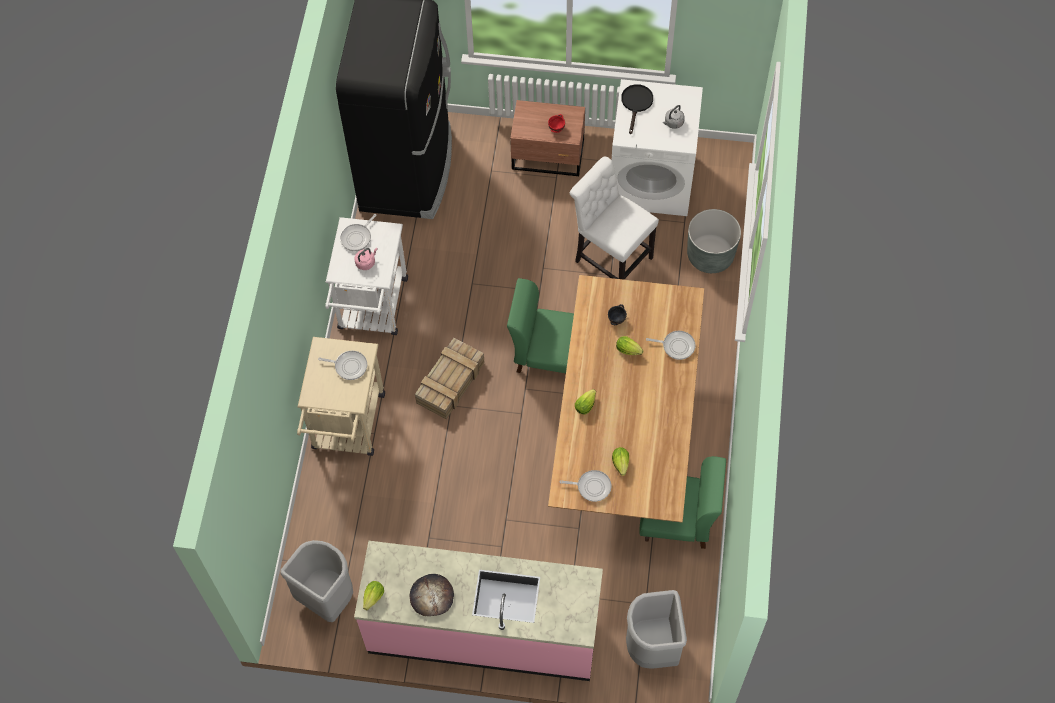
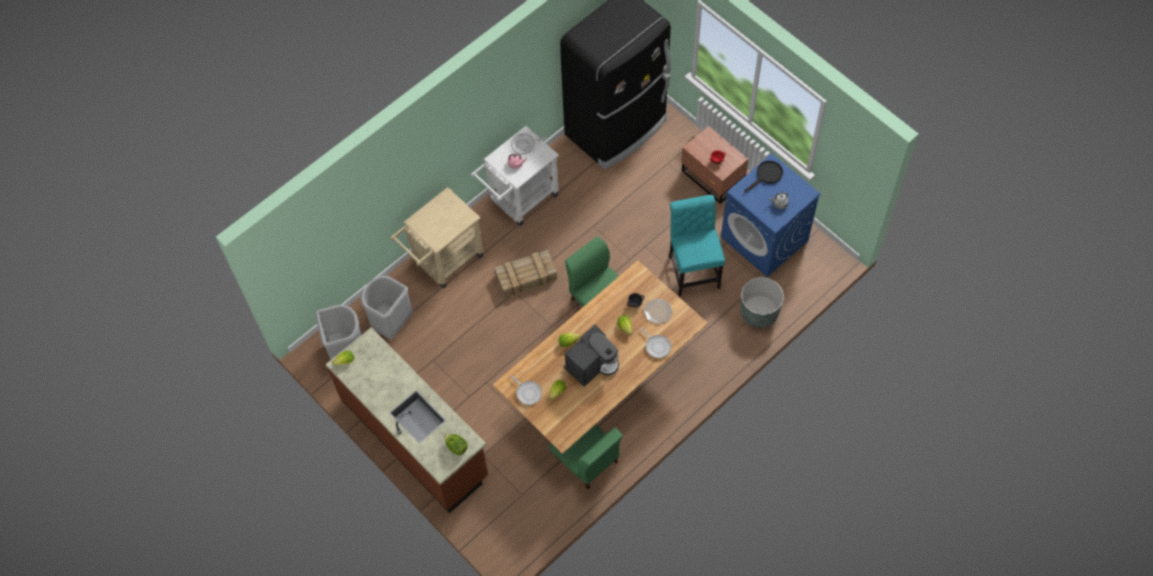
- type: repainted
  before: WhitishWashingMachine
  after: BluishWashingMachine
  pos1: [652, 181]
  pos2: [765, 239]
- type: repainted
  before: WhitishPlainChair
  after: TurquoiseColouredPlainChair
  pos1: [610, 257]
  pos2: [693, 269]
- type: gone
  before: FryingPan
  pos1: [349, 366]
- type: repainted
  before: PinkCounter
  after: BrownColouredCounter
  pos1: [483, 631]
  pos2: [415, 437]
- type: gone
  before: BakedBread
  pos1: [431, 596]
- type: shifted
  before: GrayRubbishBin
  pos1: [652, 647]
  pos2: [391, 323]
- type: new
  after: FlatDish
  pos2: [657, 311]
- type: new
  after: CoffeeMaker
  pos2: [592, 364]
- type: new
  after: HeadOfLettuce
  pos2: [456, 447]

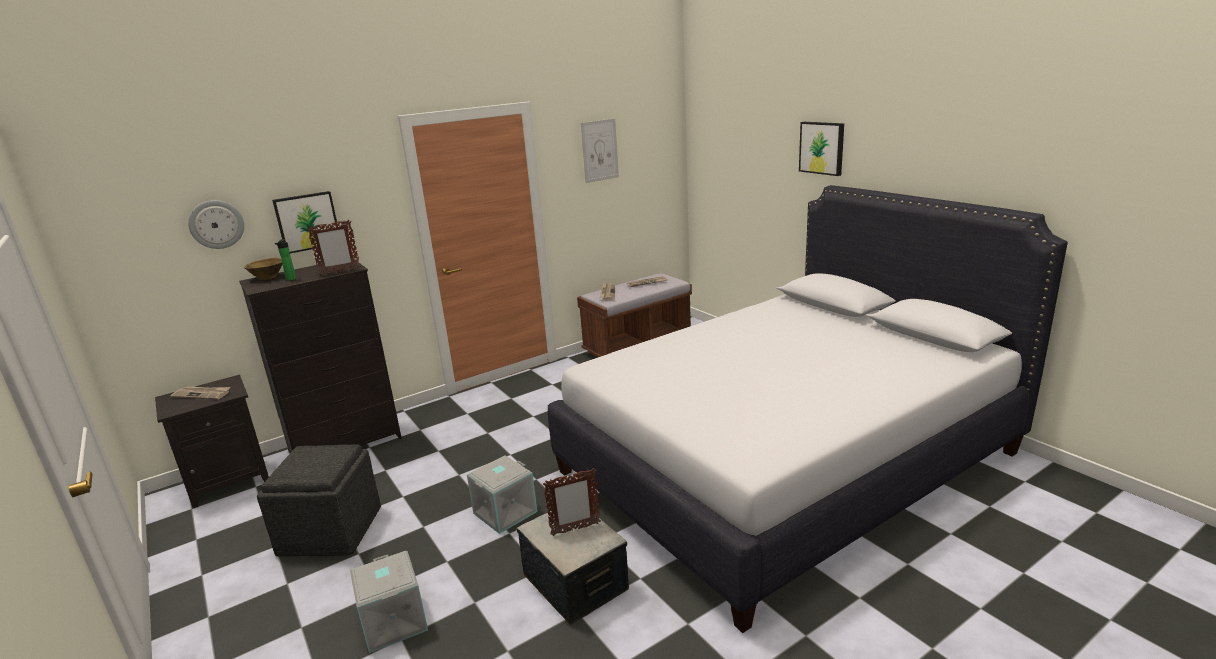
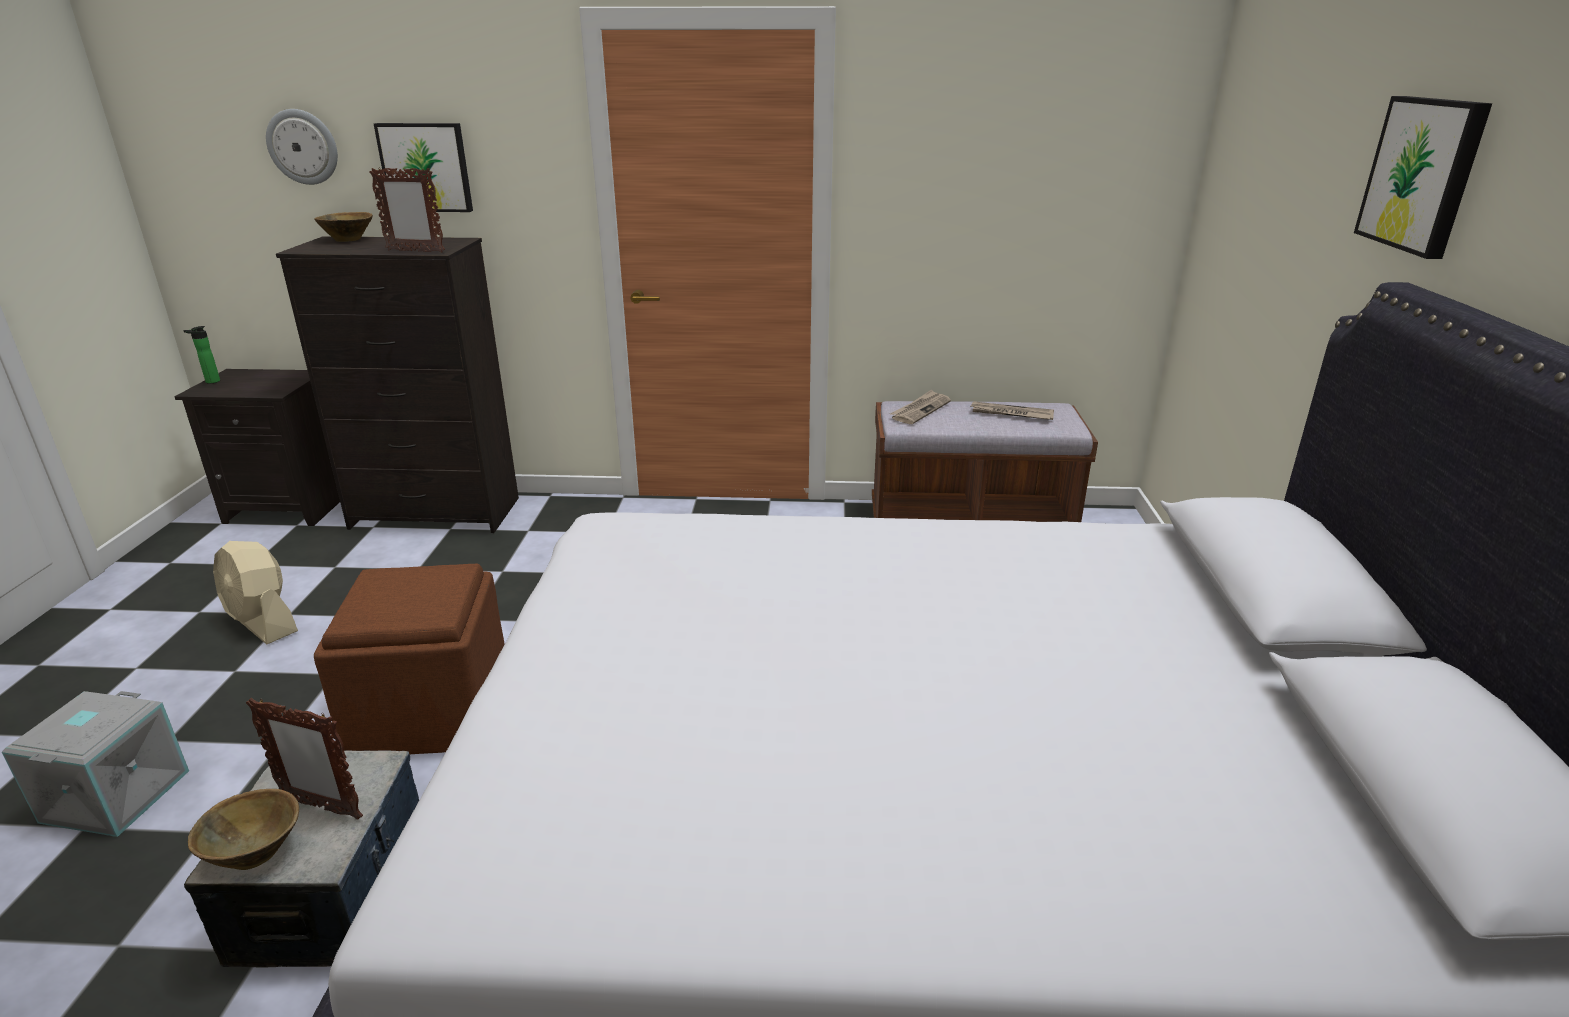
- type: gone
  before: WallArt
  pos1: [599, 150]
- type: shifted
  before: BeverageBottle
  pos1: [290, 279]
  pos2: [210, 382]
- type: gone
  before: PrintedPaper
  pos1: [202, 394]
- type: swapped
  before: GrayFootrest
  after: SandColouredFan
  pos1: [332, 530]
  pos2: [263, 622]
- type: swapped
  before: GrayStorageBin
  after: BrownColouredFootrest
  pos1: [505, 512]
  pos2: [433, 710]
- type: new
  after: BrownColouredDeepDish
  pos2: [256, 852]

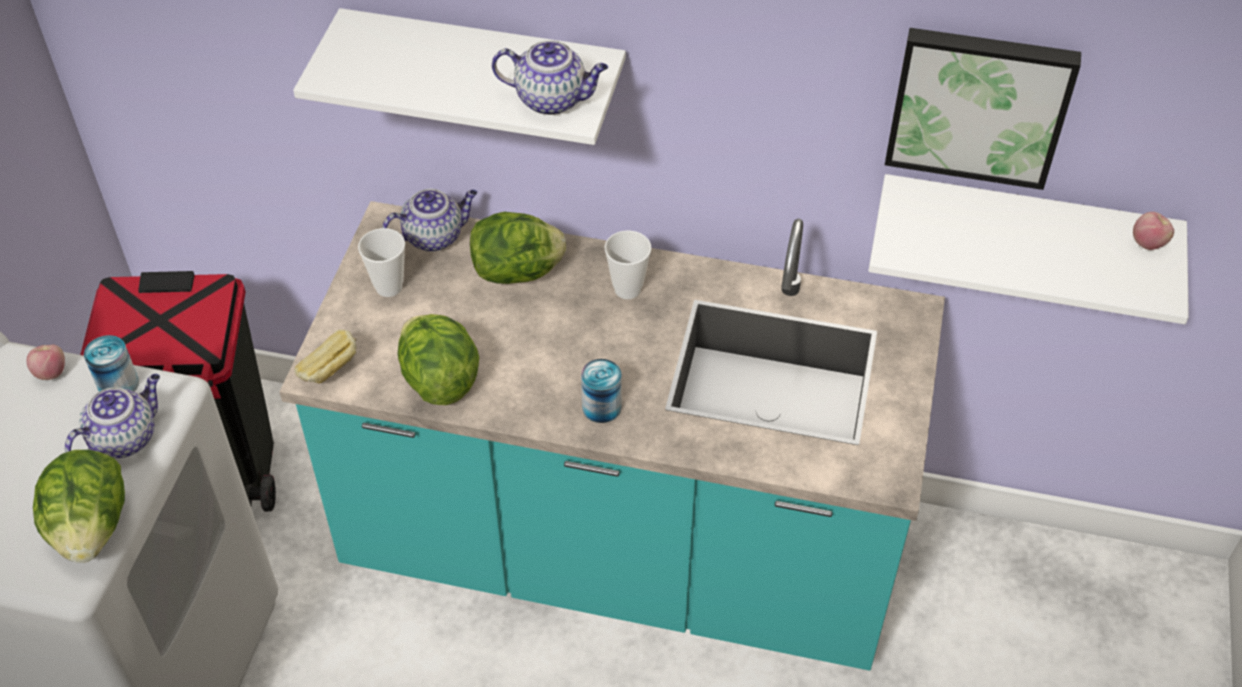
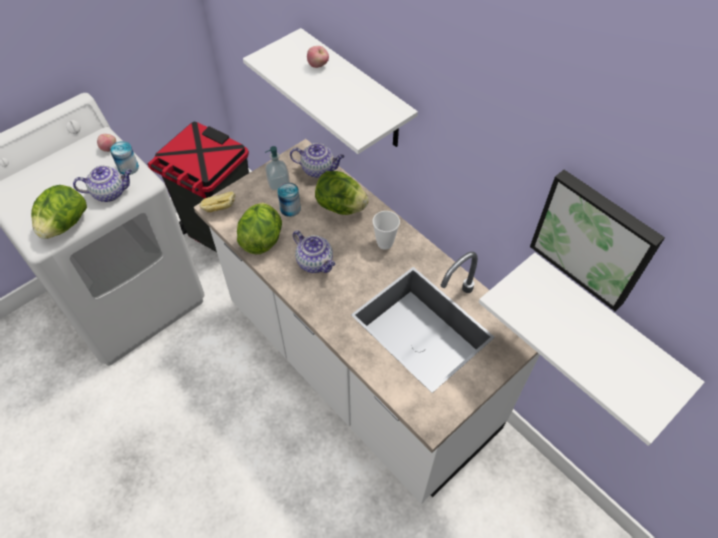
- type: shifted
  before: TeaPot
  pos1: [552, 99]
  pos2: [316, 263]
- type: repainted
  before: TurquoiseColouredCounter
  after: WhitishCounter
  pos1: [621, 550]
  pos2: [359, 368]
- type: shifted
  before: Apple
  pos1: [1148, 243]
  pos2: [318, 65]
- type: swapped
  before: Cup
  after: SoapDispenser
  pos1: [389, 287]
  pos2: [278, 183]
- type: shifted
  before: Can
  pos1: [601, 407]
  pos2: [290, 208]

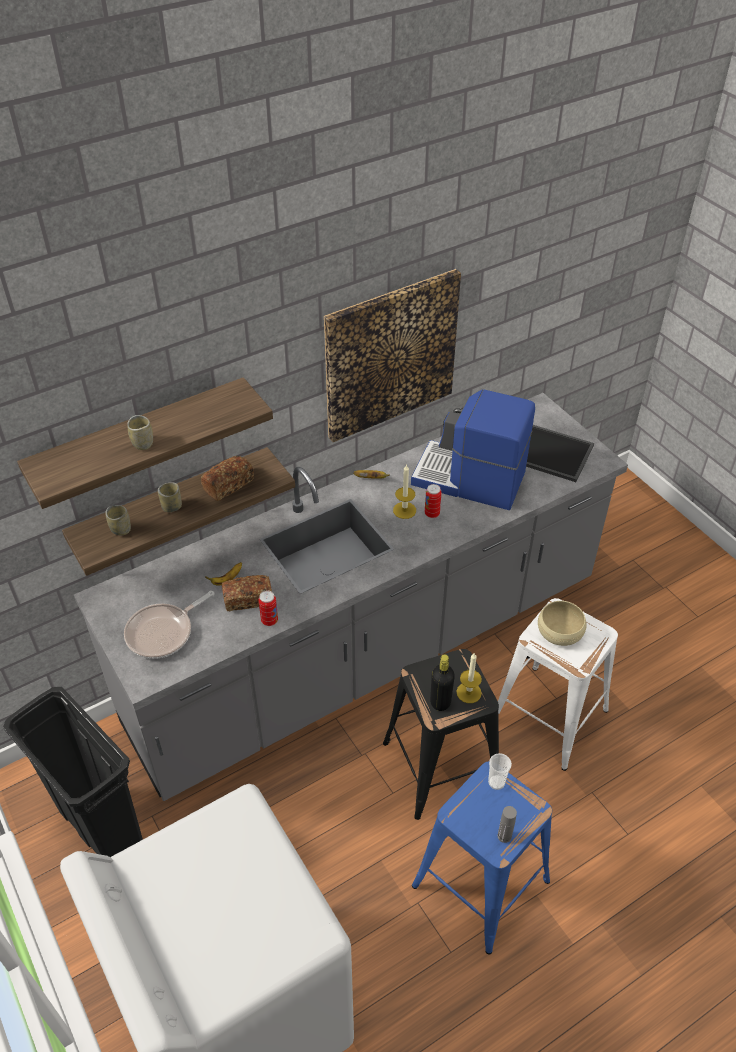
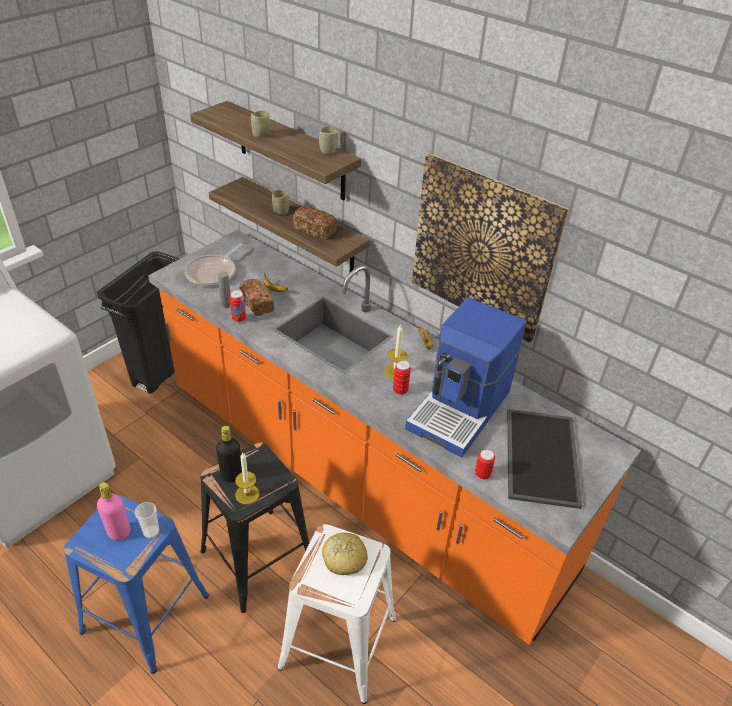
- type: rotated
  before: CoffeeMaker
  pos1: [469, 480]
  pos2: [461, 409]
  turn: -150
- type: repainted
  before: GrayCounter
  after: OrangeColouredCounter
  pos1: [368, 653]
  pos2: [358, 478]
- type: shifted
  before: Cup
  pos1: [121, 529]
  pos2: [328, 151]
- type: rotated
  before: FryingPan
  pos1: [163, 632]
  pos2: [213, 273]
  turn: -90
- type: swapped
  before: SandColouredDeepDish
  after: BakedBread
  pos1: [559, 632]
  pos2: [344, 558]
- type: shifted
  before: GrayBeverageBottle
  pos1: [504, 836]
  pos2: [226, 305]
- type: new
  after: Can
  pos2: [482, 474]
- type: new
  after: PinkBeverageBottle
  pos2: [119, 532]

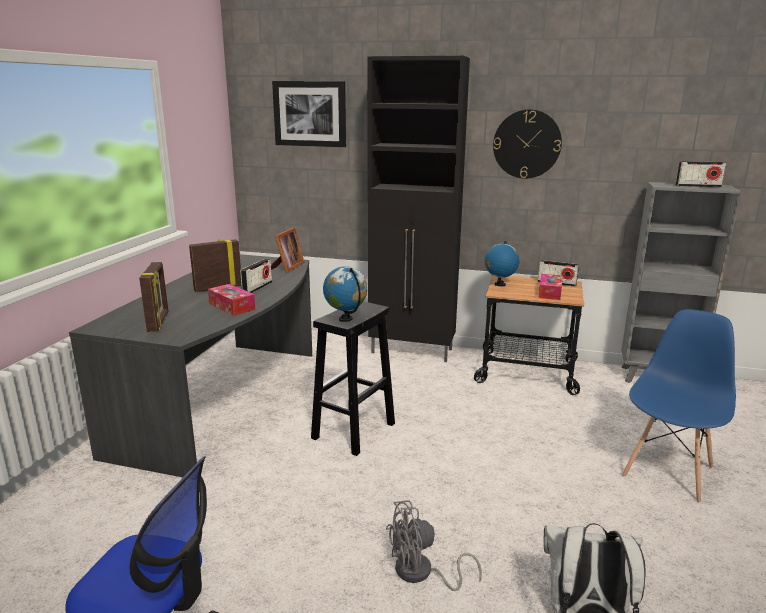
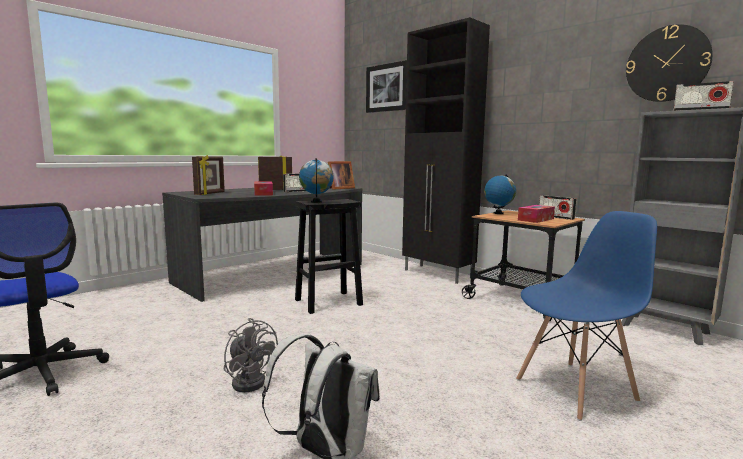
- type: shifted
  before: HangingClock
  pos1: [527, 144]
  pos2: [667, 64]
- type: rotated
  before: GrayFan
  pos1: [421, 573]
  pos2: [251, 380]
  turn: -150

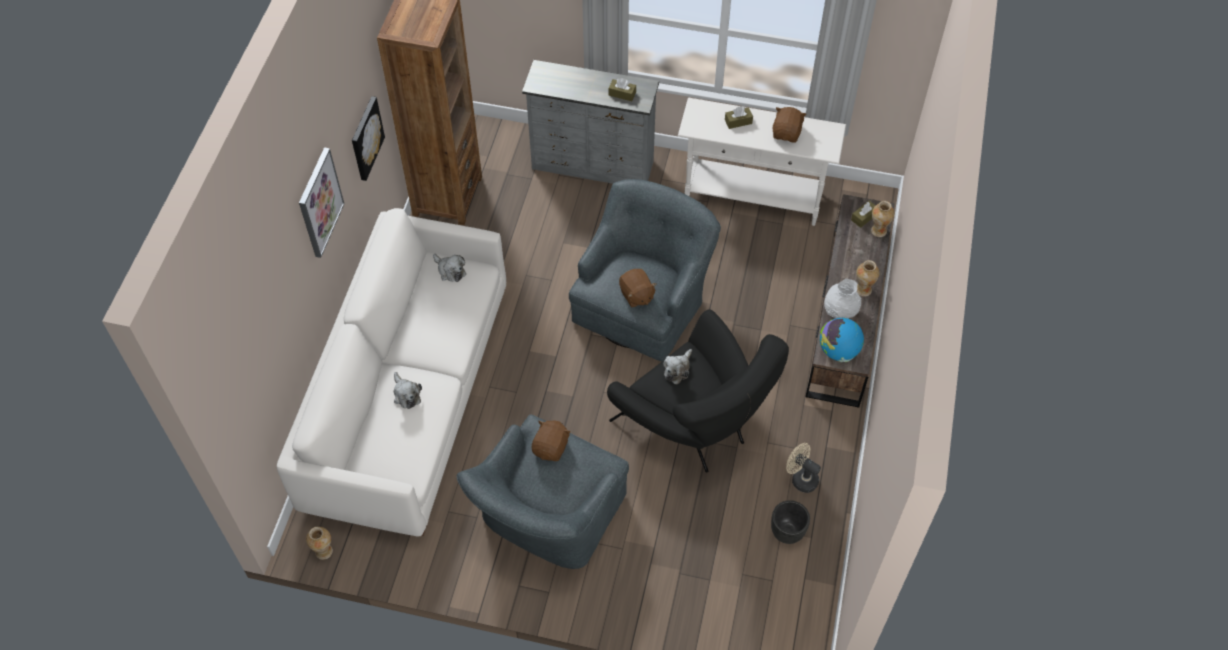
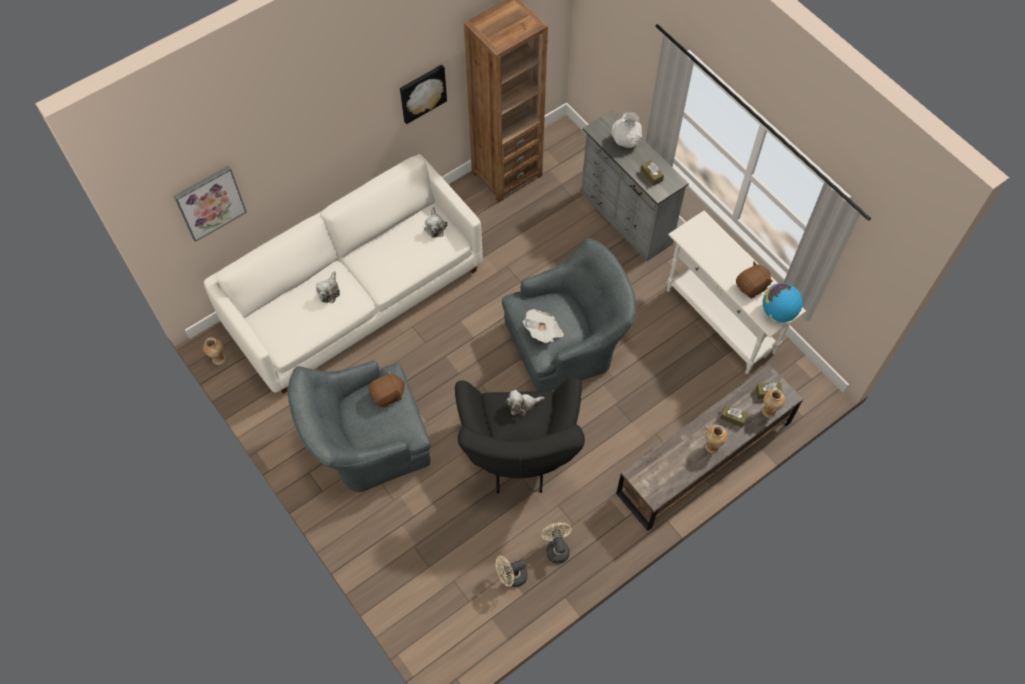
- type: shifted
  before: BrownColouredBoxOfTissues
  pos1: [738, 121]
  pos2: [733, 418]
- type: shifted
  before: WallArt
  pos1: [319, 202]
  pos2: [210, 202]
- type: swapped
  before: BrownColouredSoftToy
  after: PrintedPaper
  pos1: [636, 295]
  pos2: [543, 332]
- type: shifted
  before: WhitishFlowerVase
  pos1: [839, 311]
  pos2: [625, 141]
- type: shifted
  before: Globe
  pos1: [838, 351]
  pos2: [778, 312]
- type: swapped
  before: BlackFlowerPot
  after: SandColouredFan
  pos1: [787, 532]
  pos2: [511, 577]

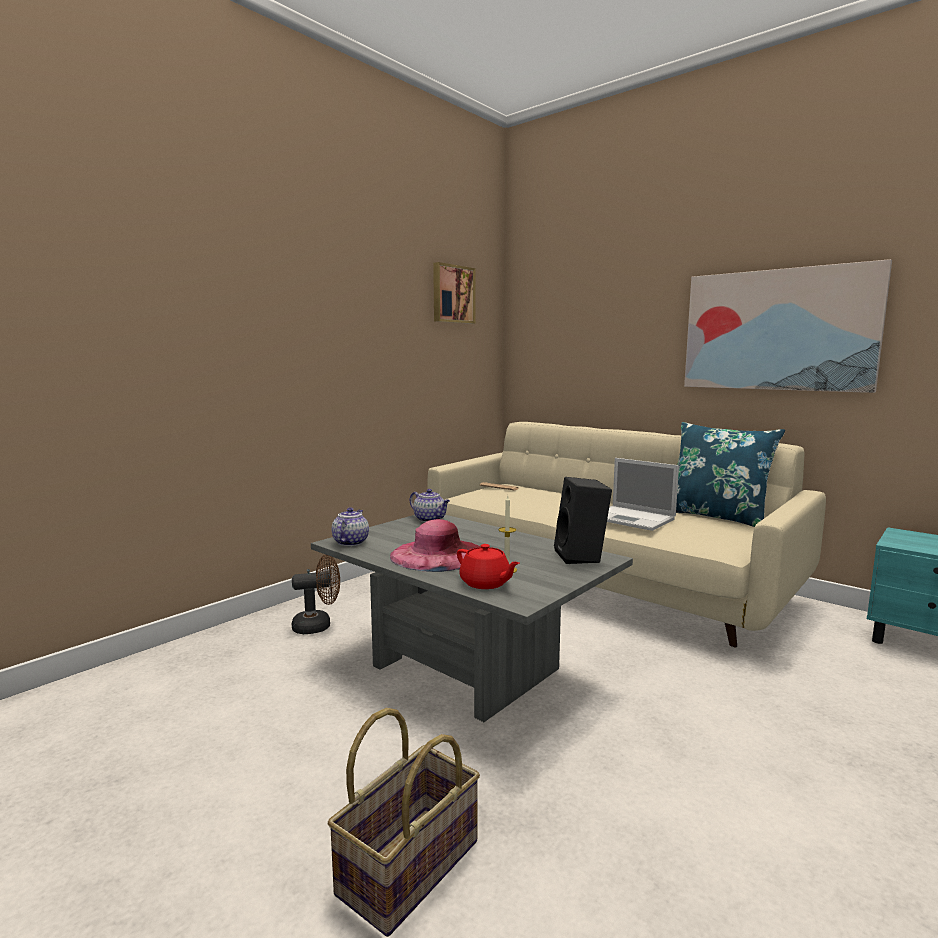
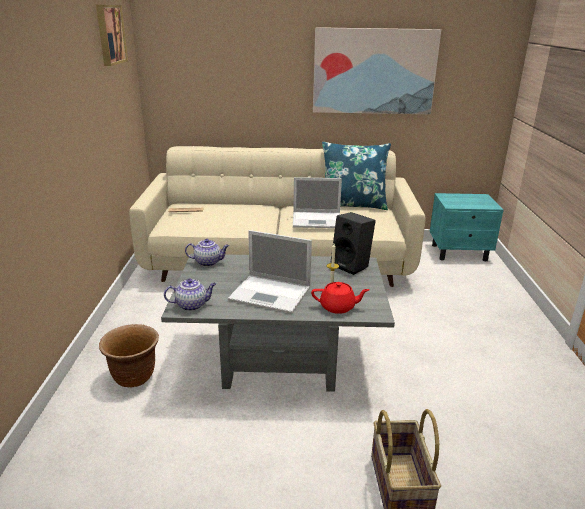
- type: rotated
  before: TeaPot
  pos1: [350, 542]
  pos2: [192, 305]
  turn: 105
- type: swapped
  before: PinkWearableHat
  after: PortableComputer
  pos1: [438, 554]
  pos2: [271, 294]
- type: swapped
  before: BrownColouredFan
  after: BrownColouredFlowerPot
  pos1: [318, 626]
  pos2: [134, 377]

